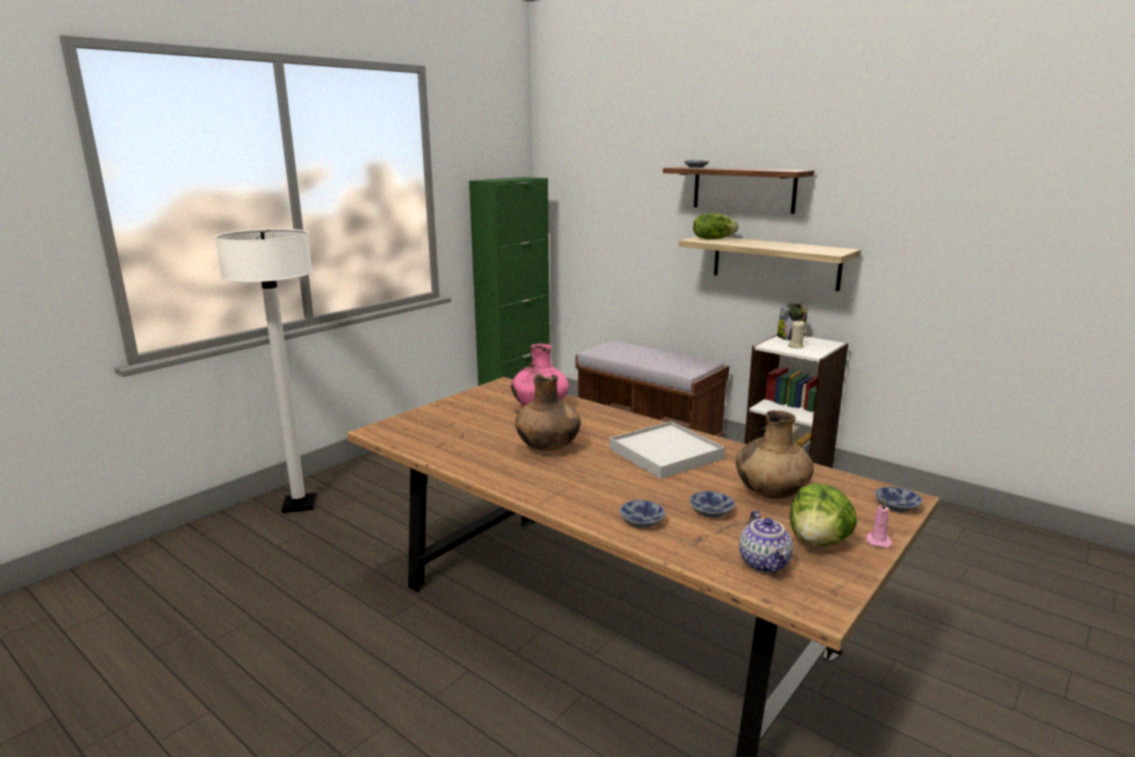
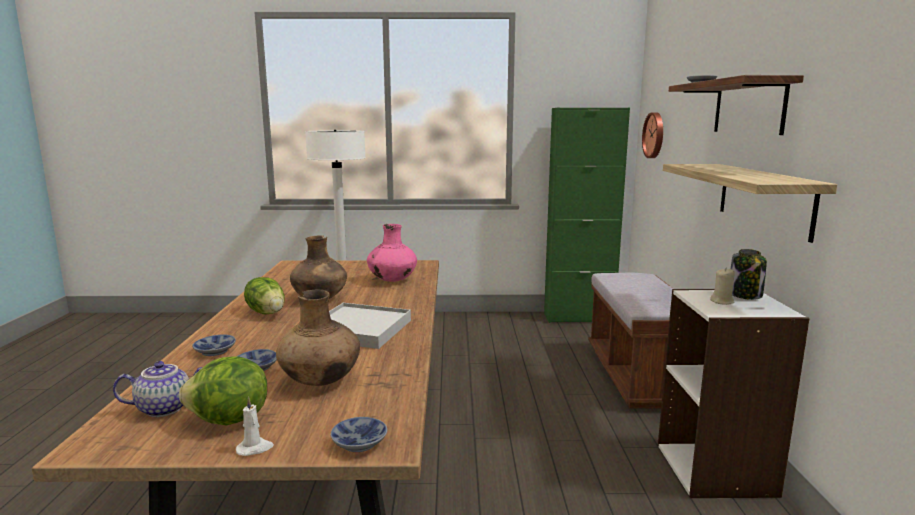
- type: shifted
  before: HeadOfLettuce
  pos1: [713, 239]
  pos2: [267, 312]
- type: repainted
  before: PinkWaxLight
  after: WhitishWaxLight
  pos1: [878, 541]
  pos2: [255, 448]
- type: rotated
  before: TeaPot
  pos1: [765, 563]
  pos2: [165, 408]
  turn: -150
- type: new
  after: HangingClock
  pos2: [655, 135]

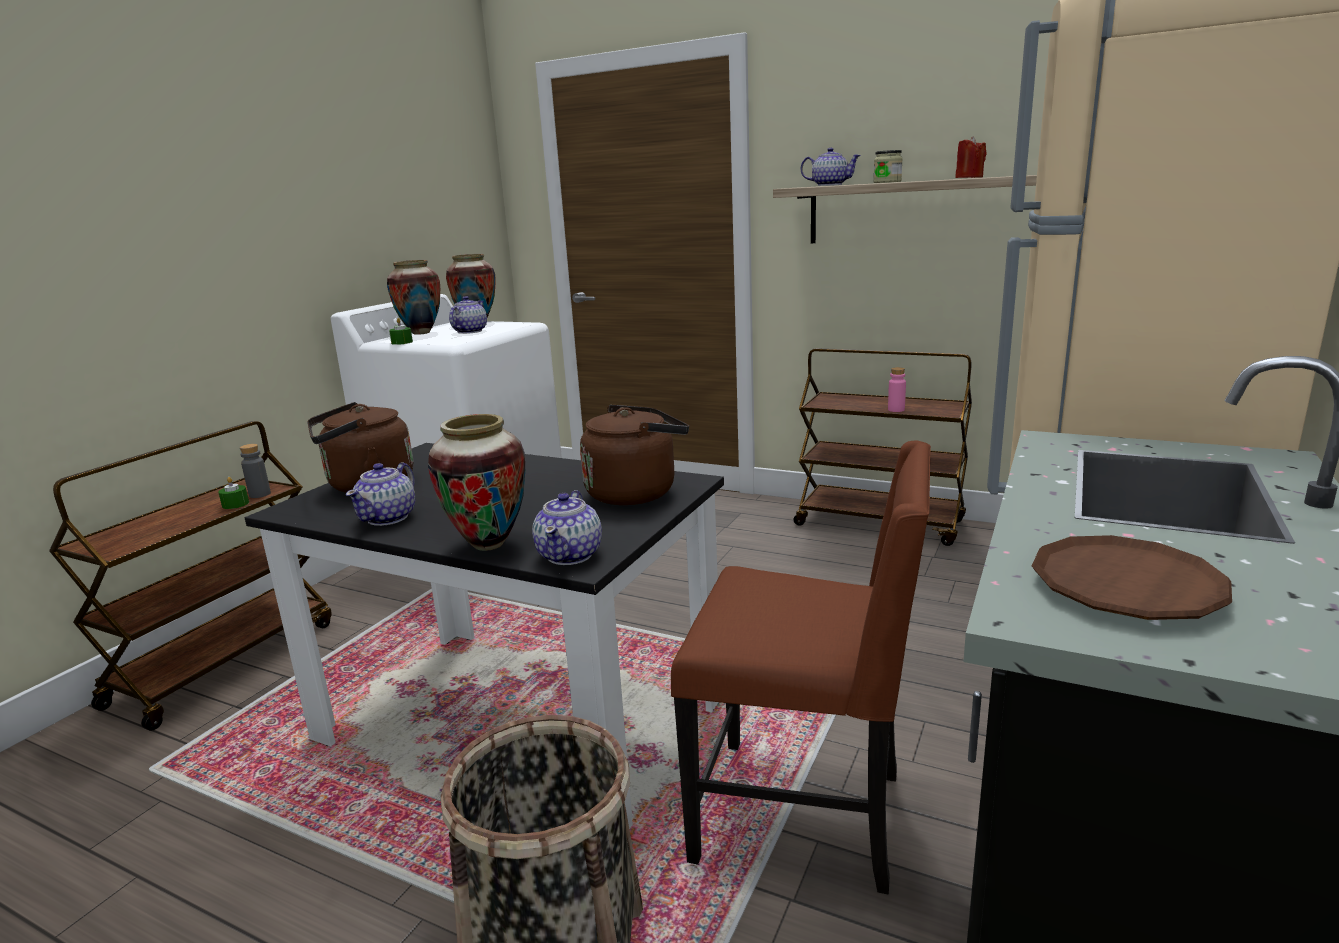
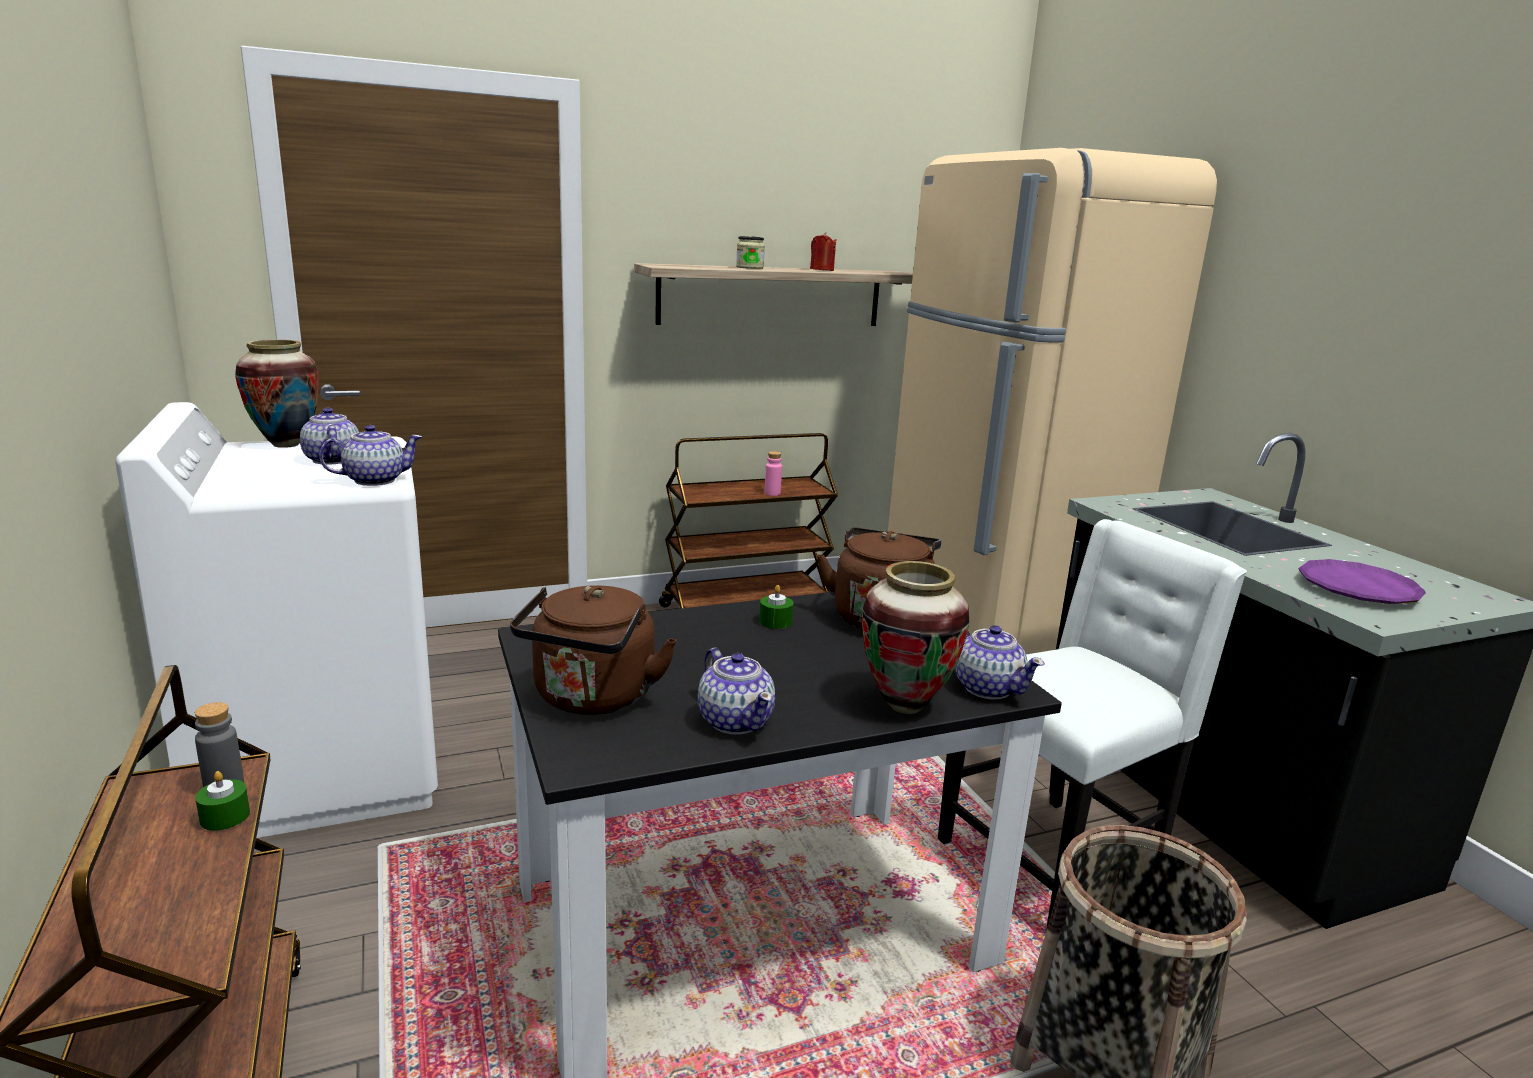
- type: shifted
  before: TeaPot
  pos1: [829, 185]
  pos2: [374, 480]
- type: gone
  before: FlowerVase
  pos1: [421, 333]
- type: shifted
  before: GreenColouredWaxLight
  pos1: [402, 342]
  pos2: [775, 622]
- type: repainted
  before: BrownColouredPlainChair
  after: WhitishPlainChair
  pos1: [804, 815]
  pos2: [1054, 860]
- type: repainted
  before: BrownColouredFlatDish
  after: PurplishFlatDish
  pos1: [1125, 588]
  pos2: [1357, 589]

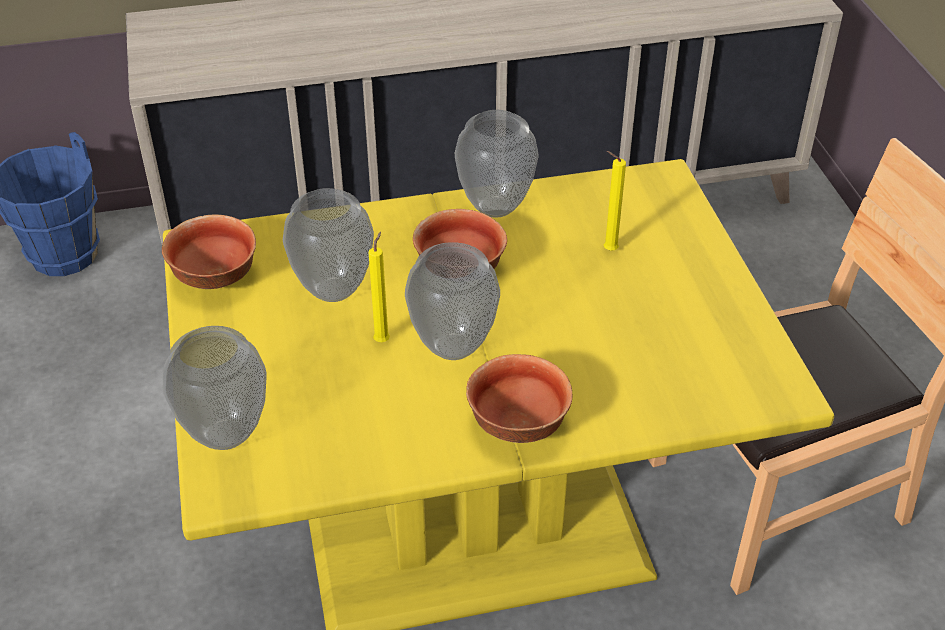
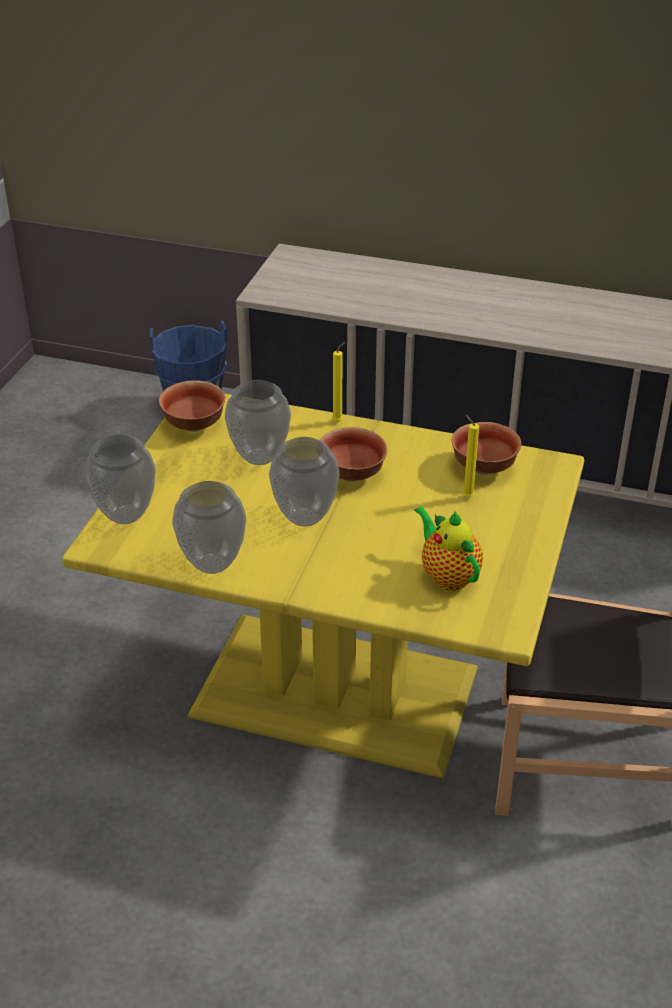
- type: shifted
  before: FlowerVase
  pos1: [497, 207]
  pos2: [214, 564]
- type: shifted
  before: YellowishWaxLight
  pos1: [383, 339]
  pos2: [339, 421]
- type: shifted
  before: DeepDish
  pos1: [516, 425]
  pos2: [482, 467]
- type: new
  after: TeaPot
  pos2: [447, 575]

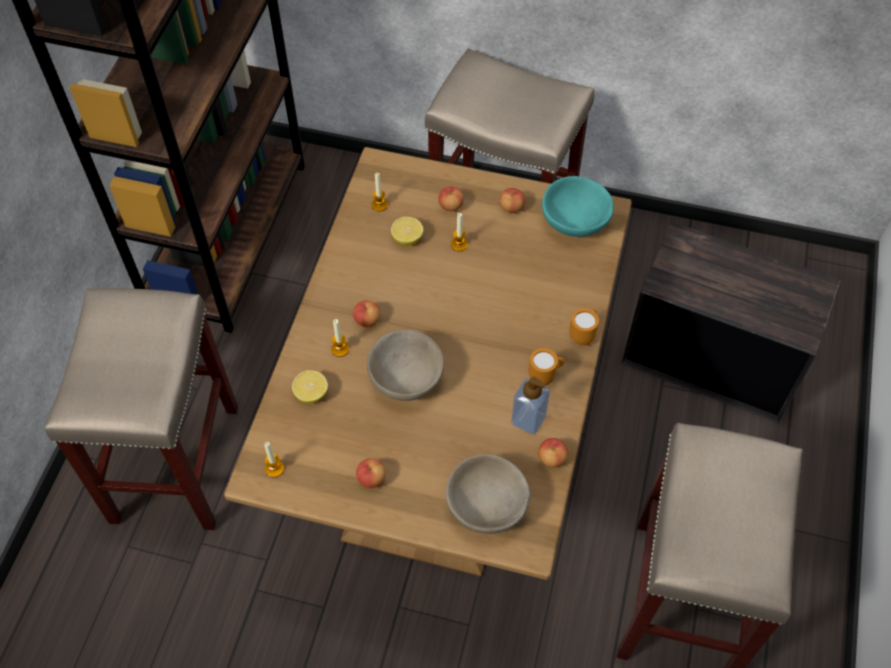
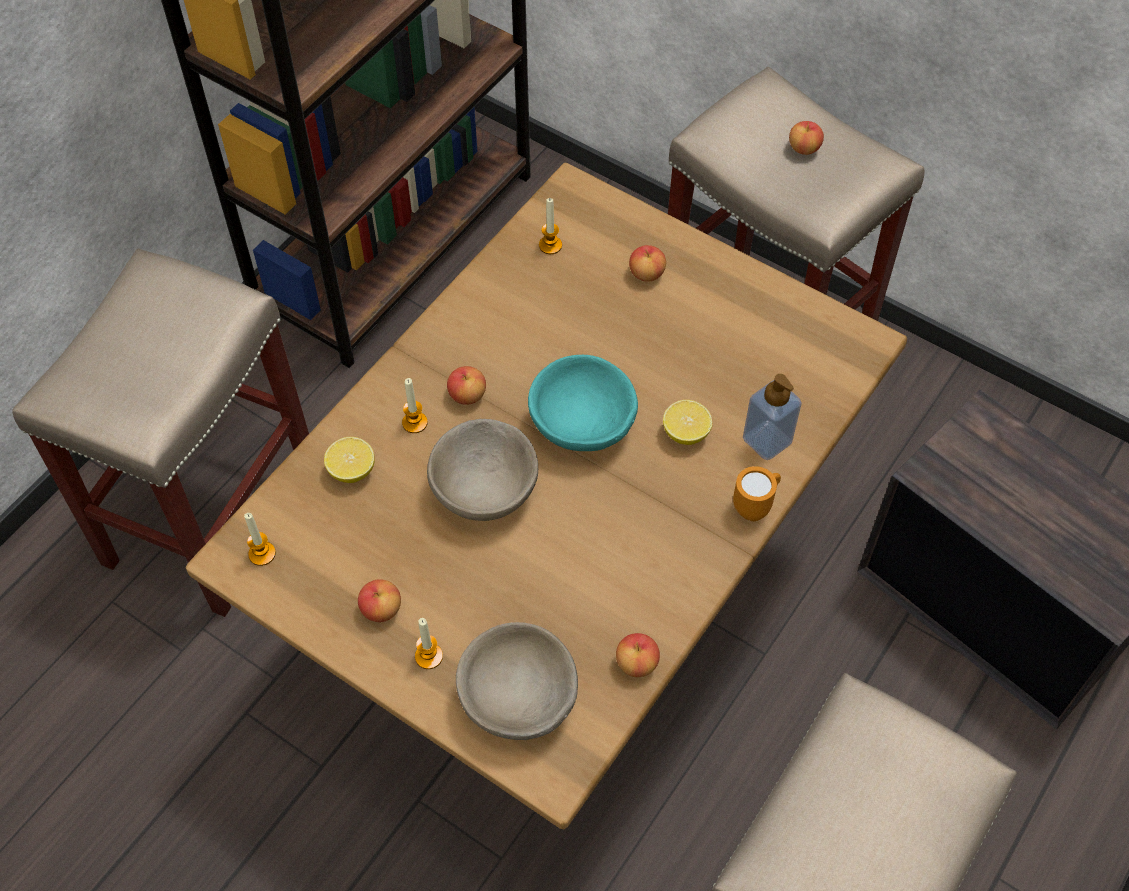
- type: shifted
  before: TurquoiseColouredDeepDish
  pos1: [574, 222]
  pos2: [581, 425]
- type: shifted
  before: Apple
  pos1: [511, 207]
  pos2: [804, 148]
- type: shifted
  before: WaxLight
  pos1: [459, 244]
  pos2: [429, 656]
- type: shifted
  before: Lemon
  pos1: [407, 238]
  pos2: [685, 433]
- type: gone
  before: OrangeColouredTeaMug
  pos1: [545, 377]
- type: shifted
  before: SoapDispenser
  pos1: [528, 419]
  pos2: [767, 440]

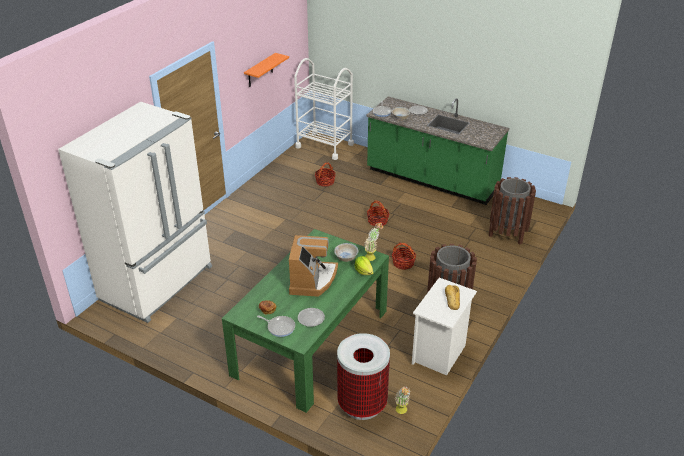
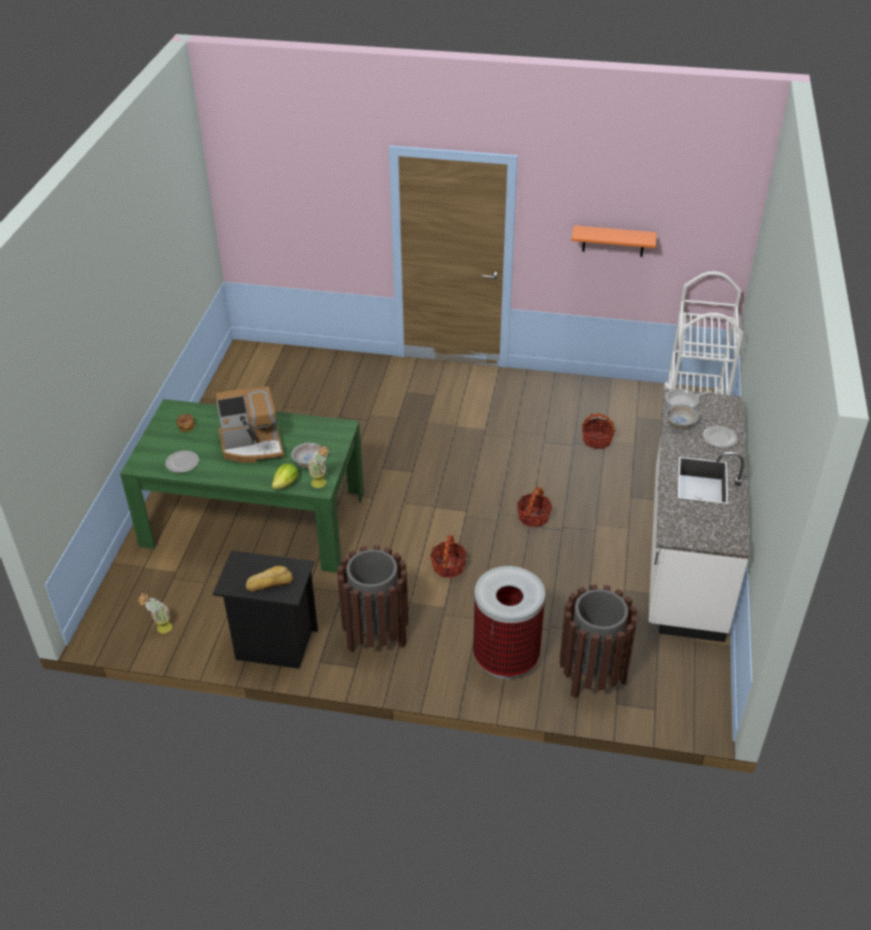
- type: repainted
  before: GreenColouredCounter
  after: WhitishCounter
  pos1: [431, 180]
  pos2: [684, 552]
- type: gone
  before: WhitishRefrigerator
  pos1: [158, 283]
- type: repainted
  before: WhitishNightstand
  after: BlackNightstand
  pos1: [439, 354]
  pos2: [273, 644]
- type: gone
  before: FryingPan
  pos1: [280, 327]
- type: shifted
  before: RubbishBin
  pos1: [362, 404]
  pos2: [505, 658]

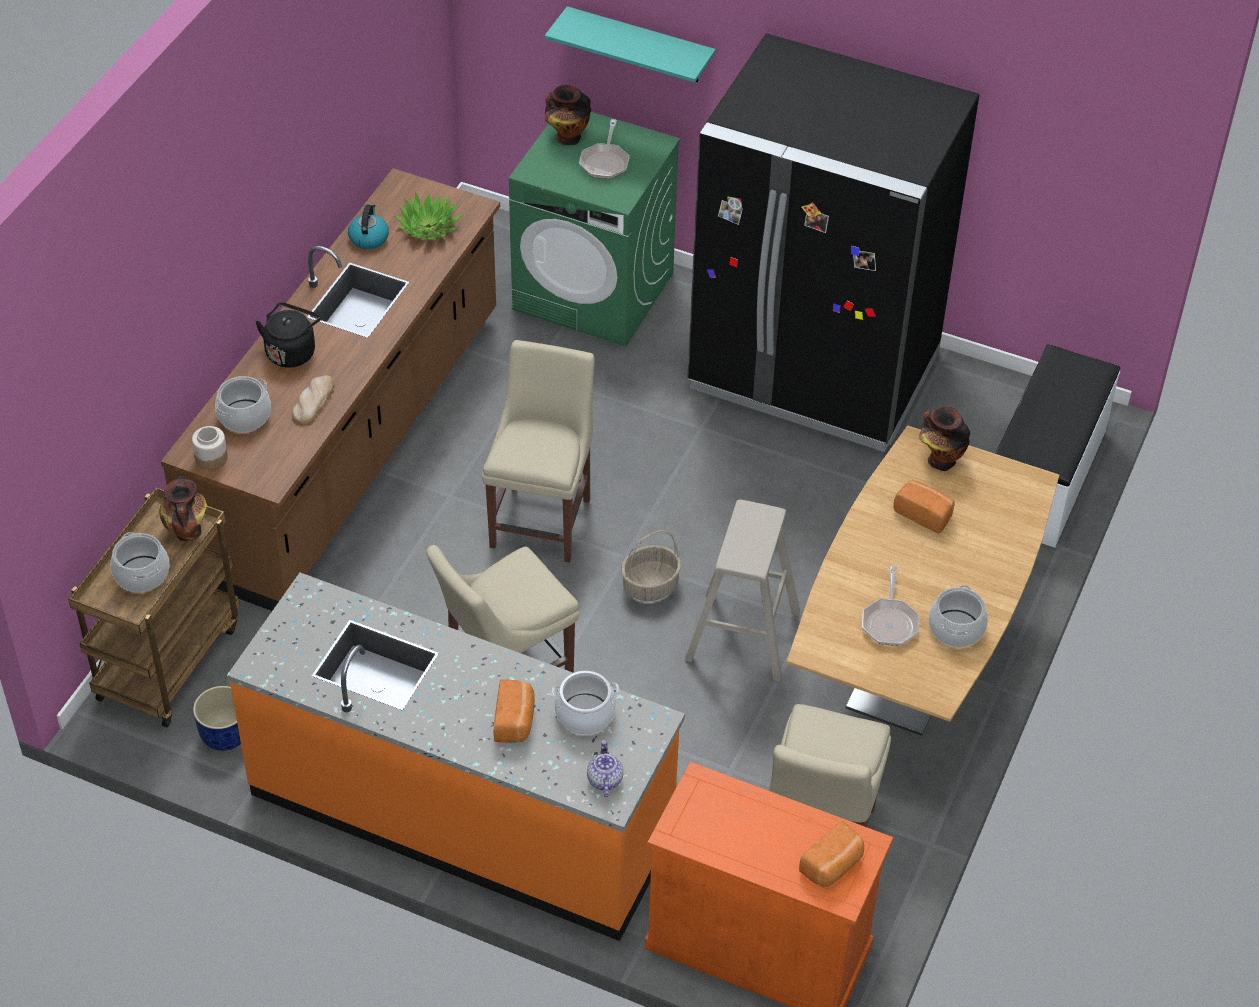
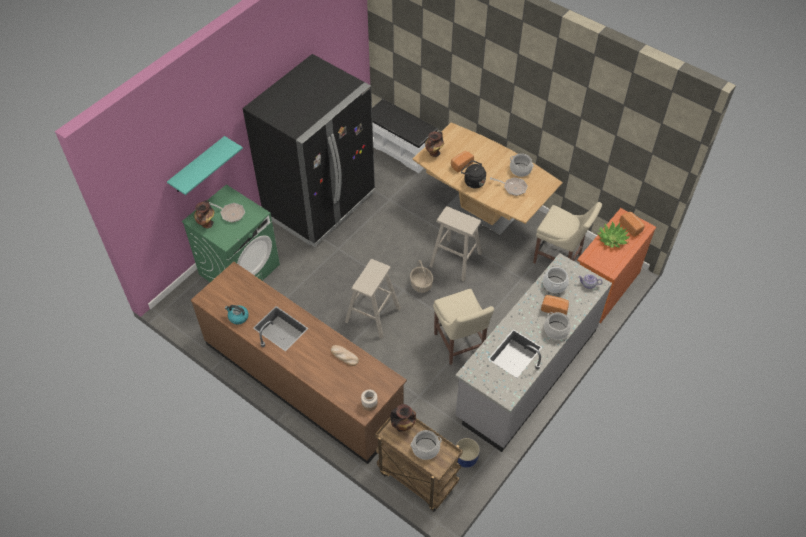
- type: shifted
  before: Houseplant
  pos1: [429, 227]
  pos2: [612, 239]
- type: shifted
  before: BlackKettle
  pos1: [292, 351]
  pos2: [473, 181]
- type: swapped
  before: SandColouredPlainChair
  after: SandColouredStool
  pos1: [543, 518]
  pos2: [372, 315]
- type: shifted
  before: Saucepot
  pos1: [244, 416]
  pos2: [556, 330]
- type: repainted
  before: OrangeColouredCounter
  after: GrayCounter
  pos1: [462, 814]
  pos2: [526, 373]

